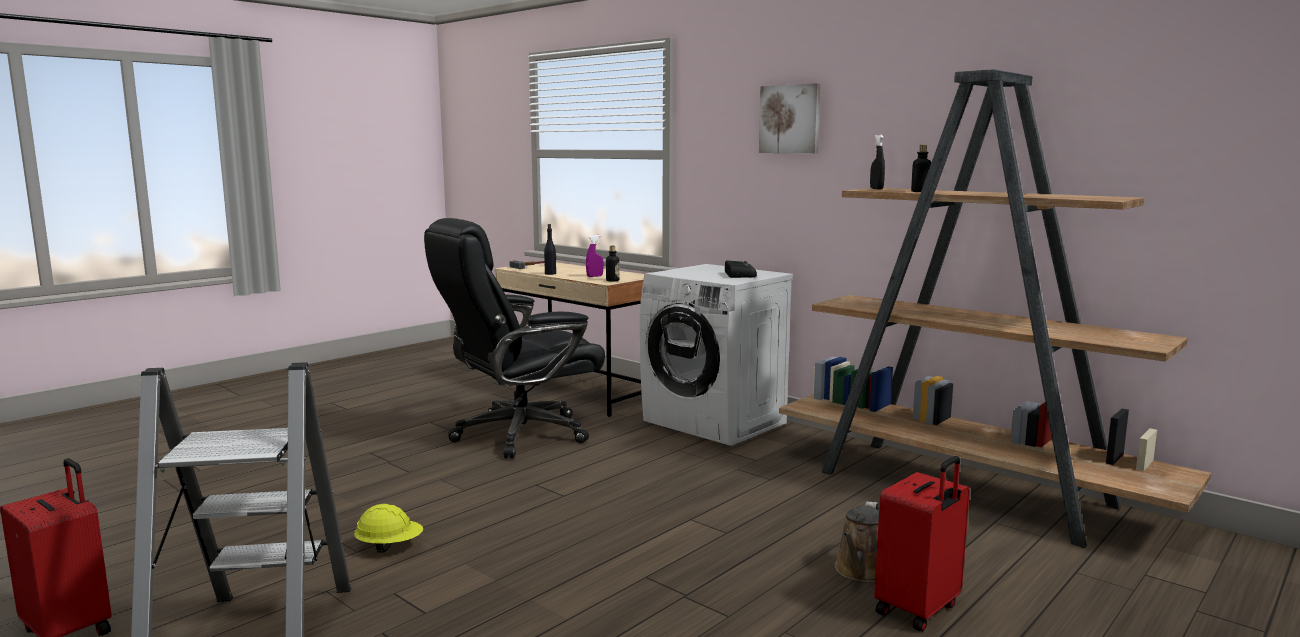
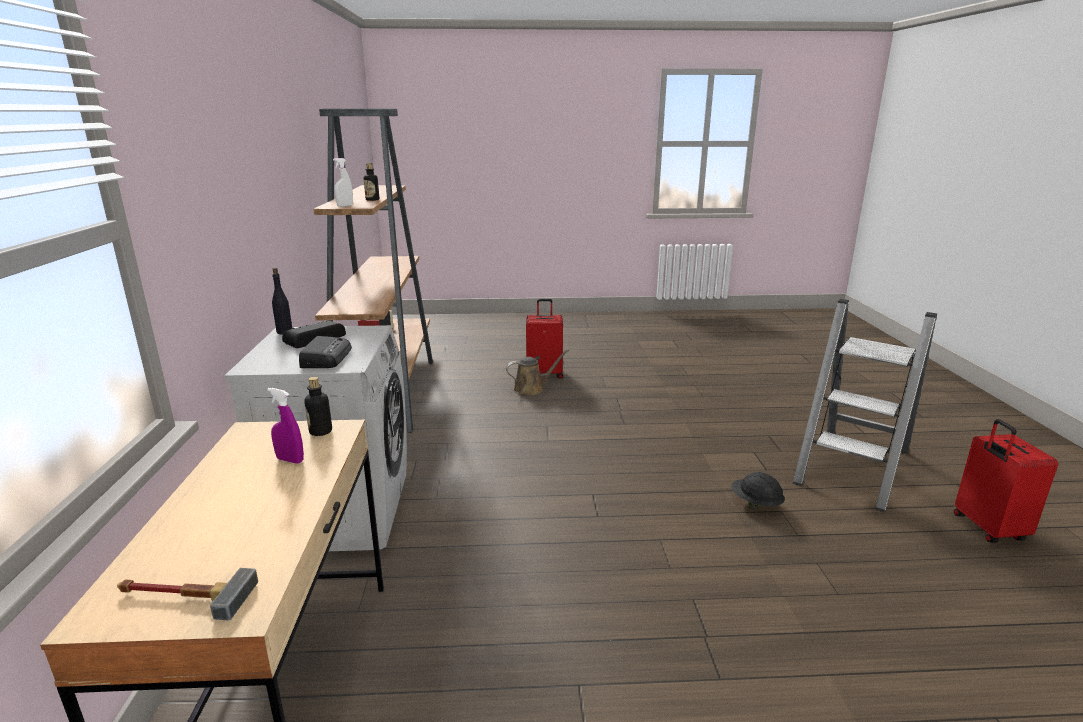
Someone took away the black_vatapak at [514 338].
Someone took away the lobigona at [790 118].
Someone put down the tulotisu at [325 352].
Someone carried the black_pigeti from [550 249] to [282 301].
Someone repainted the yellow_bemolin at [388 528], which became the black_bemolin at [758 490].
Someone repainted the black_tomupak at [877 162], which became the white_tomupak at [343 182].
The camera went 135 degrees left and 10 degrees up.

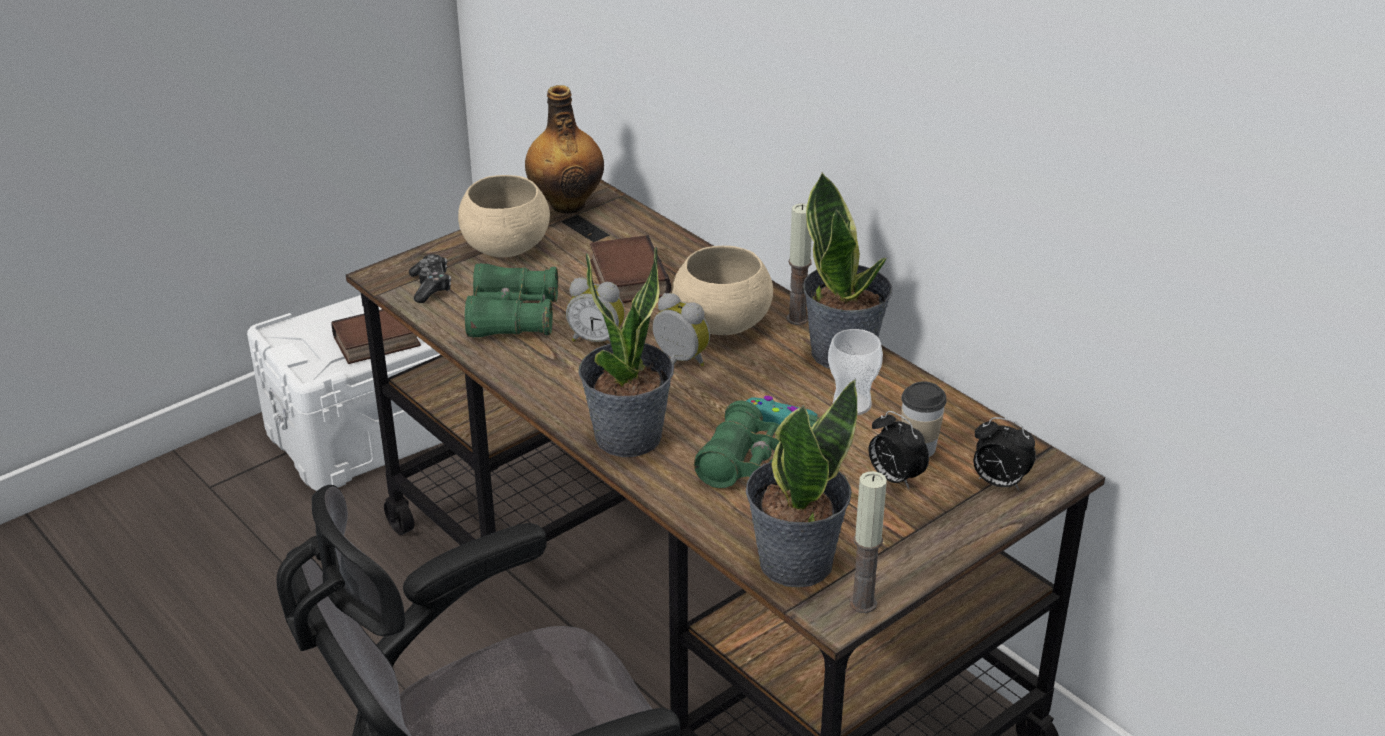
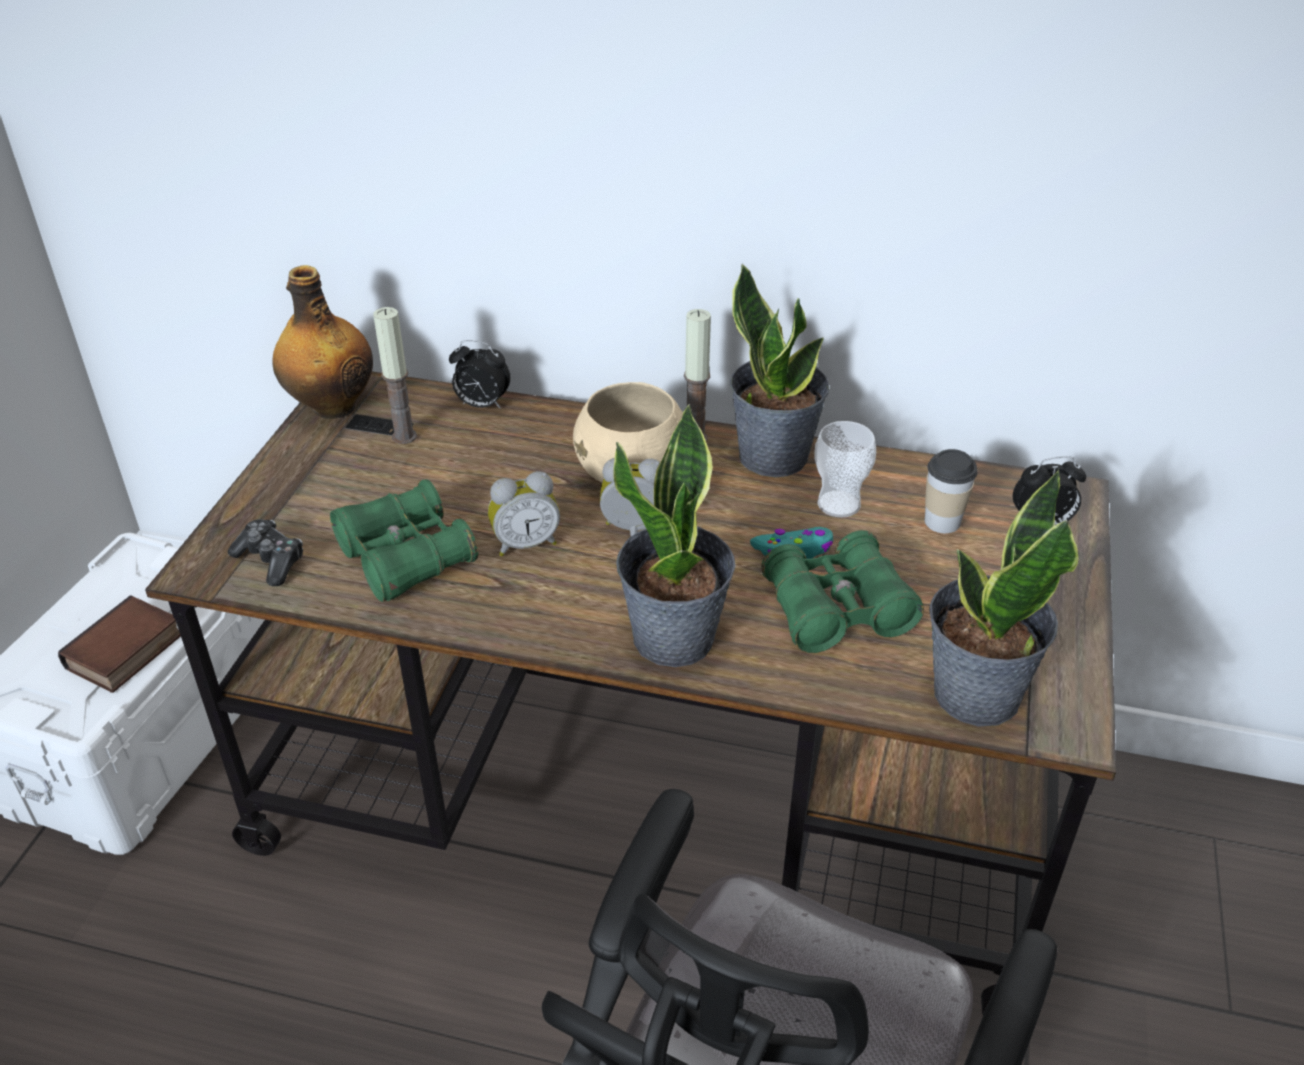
Someone took away the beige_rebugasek at [504 216].
Someone took away the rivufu at [630 269].
Someone carried the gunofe from [868 542] to [395 375].
Someone carried the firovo from [899 450] to [480 374].
The camera went 35 degrees left and 5 degrees up.

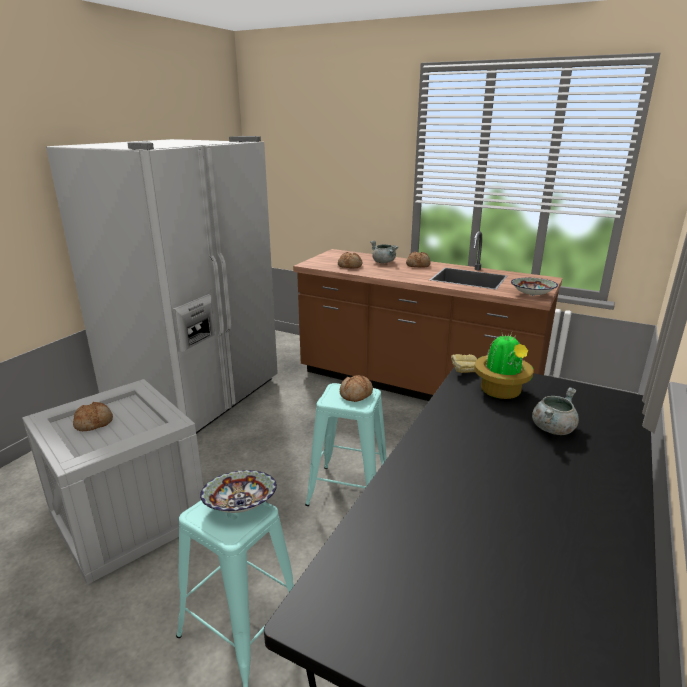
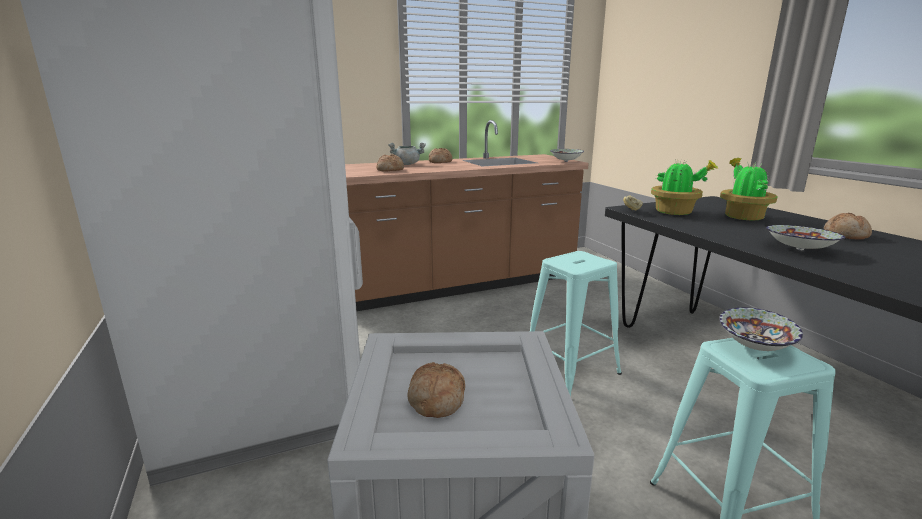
Someone put down the rebugasek at [805 237].
Someone carried the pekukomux from [356 388] to [848 226].
Someone swapped the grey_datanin at [555 411] for the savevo at [749 188].
The camera went 50 degrees left and 5 degrees down.

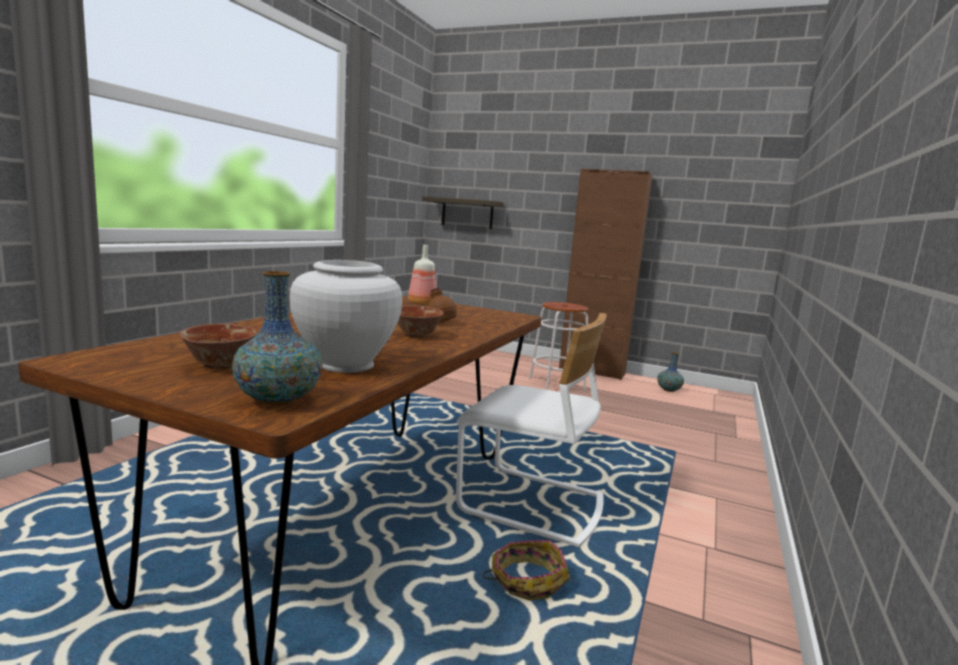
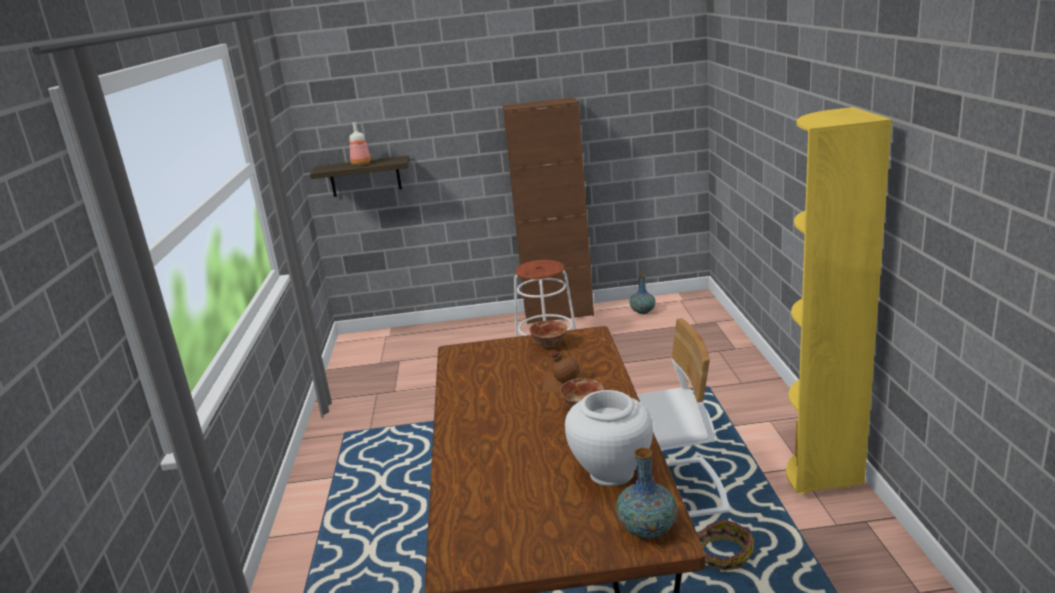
Someone put down the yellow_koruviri at [839 300].
Someone carried the rebugasek from [218 346] to [548 334].
Someone carried the pigeti from [422 275] to [360 143].
The camera went 25 degrees left and 10 degrees up.

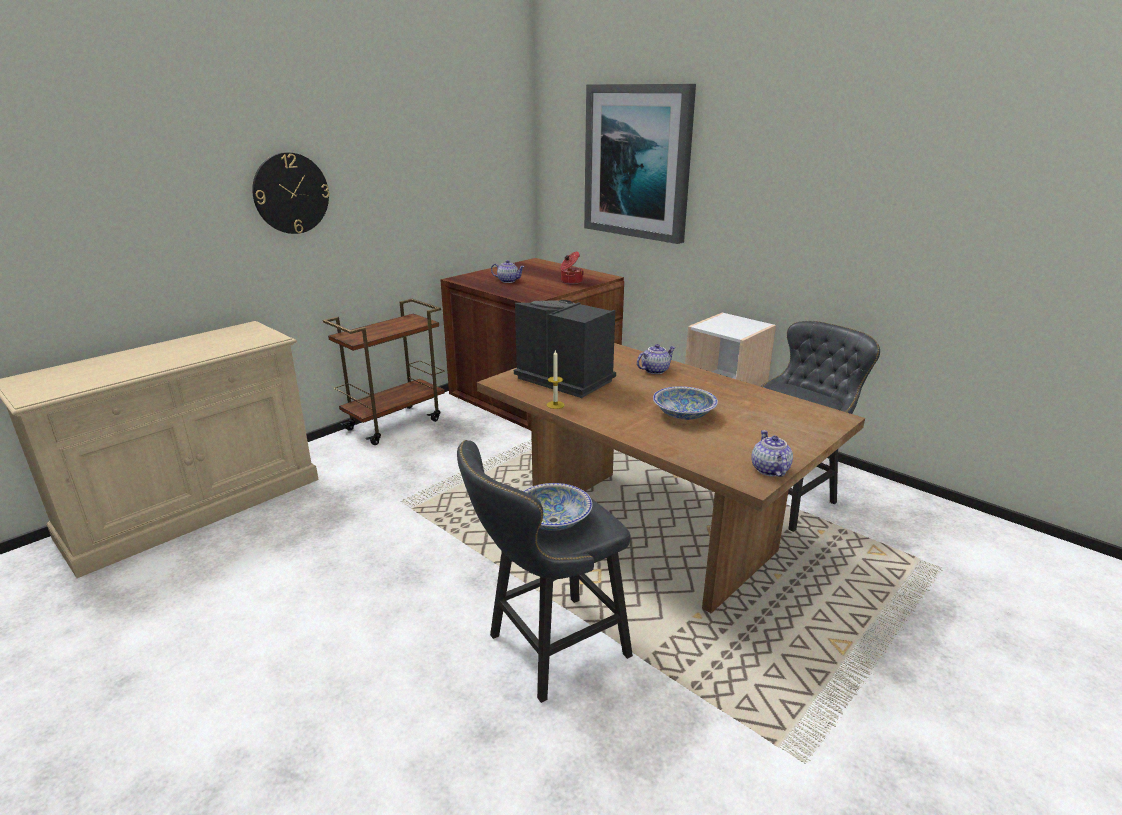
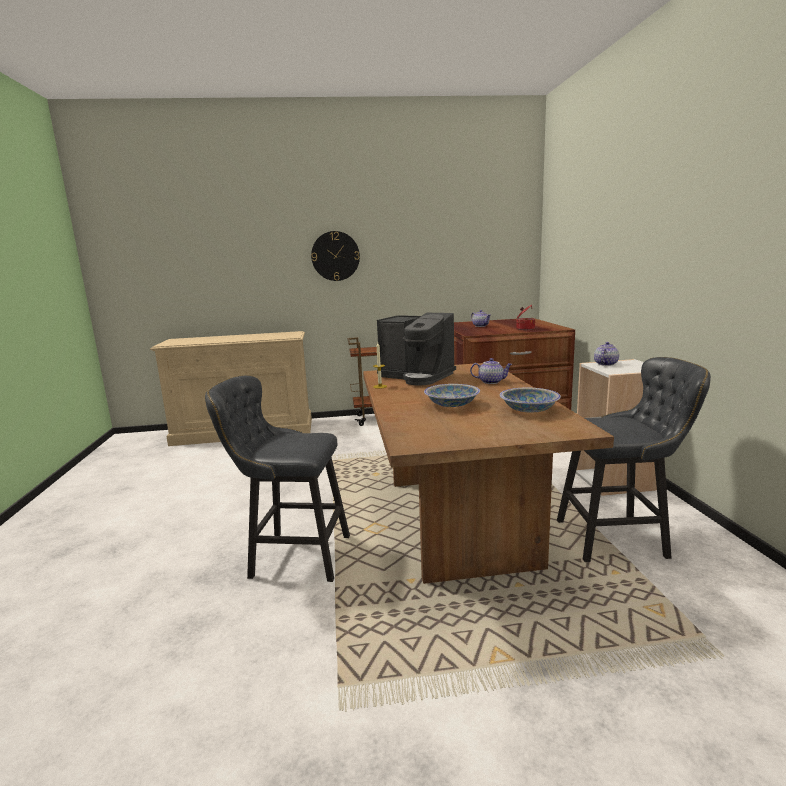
Someone took away the lobigona at [640 164].
Someone carried the rebugasek from [558 507] to [530 400].
Someone carried the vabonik from [772 453] to [606 354].
Someone rotated the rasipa at [565 349] by 135 degrees clockwise.
The camera went 40 degrees right and 10 degrees down.

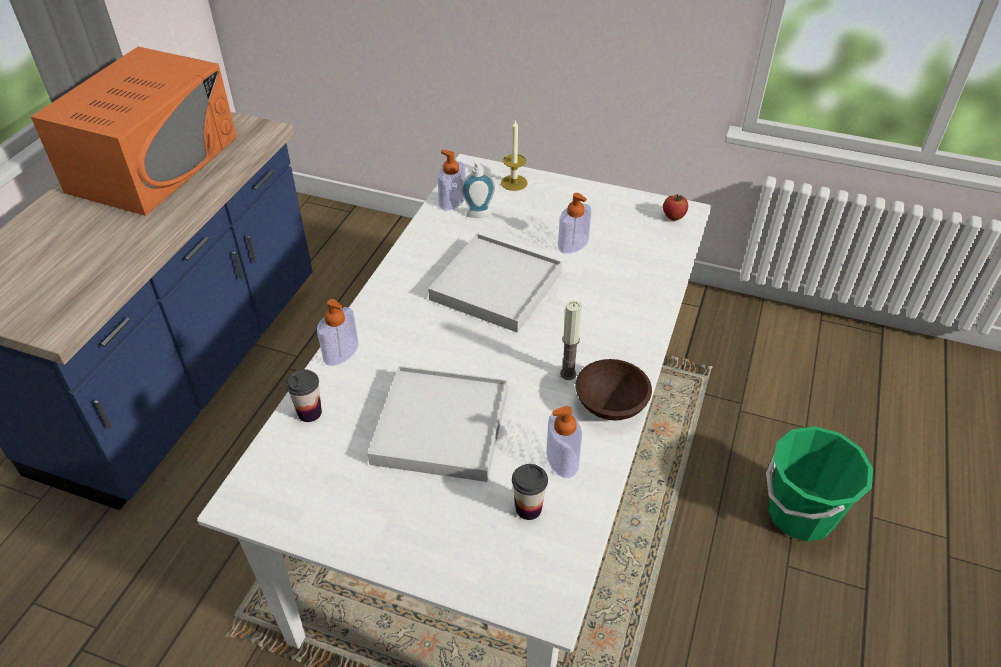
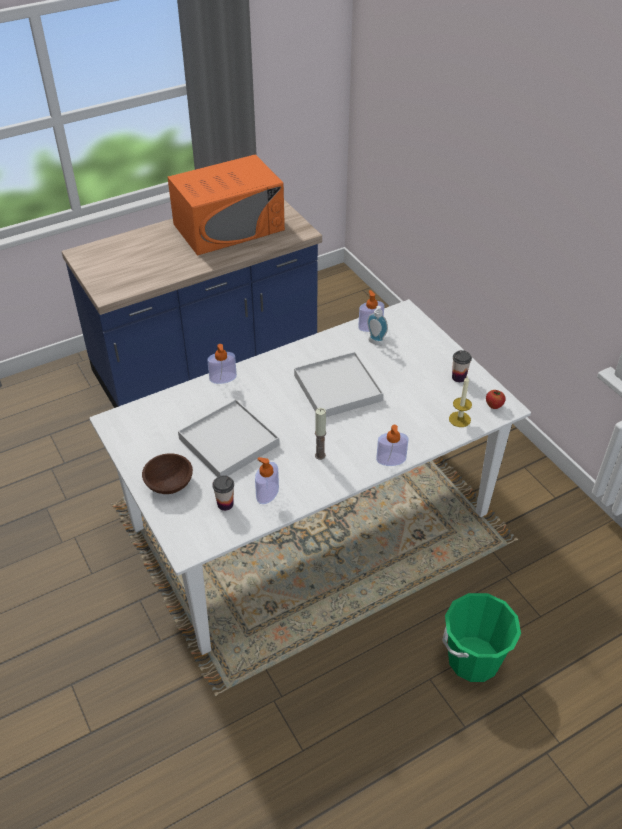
Someone carried the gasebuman from [304 395] to [462 366].
Someone carried the gunofe from [514 155] to [460 401].
Someone carried the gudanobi from [574 223] to [392 445].
Someone carried the brown_rebugasek from [613 390] to [167 473].
The camera went 40 degrees right and 0 degrees up.

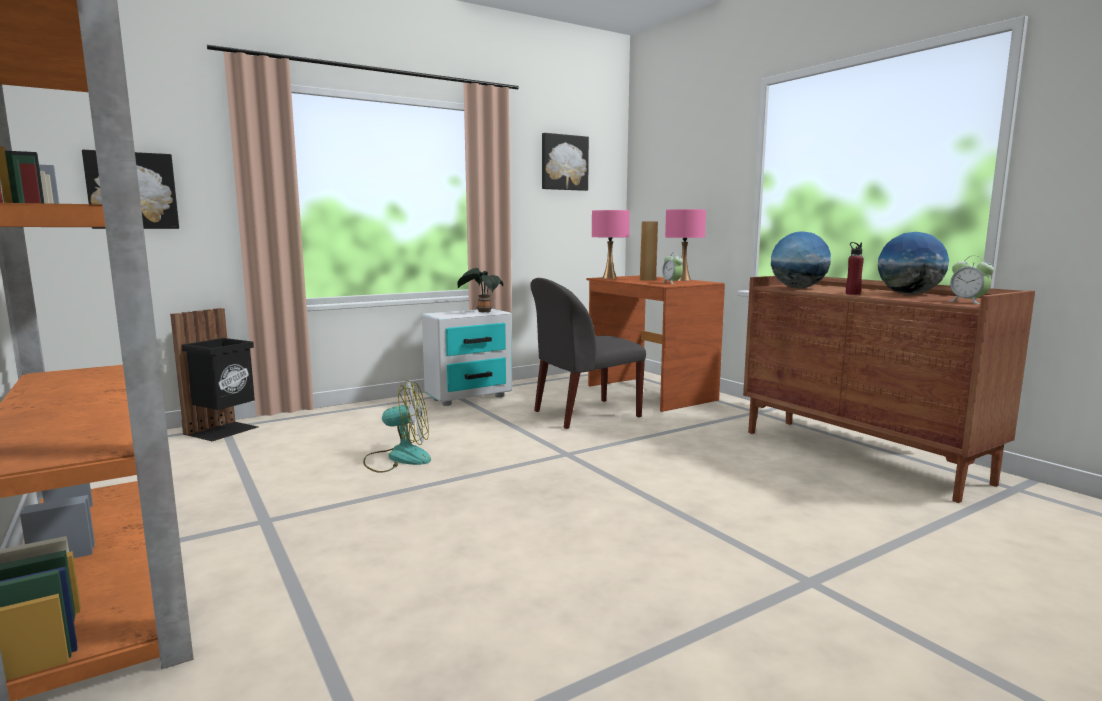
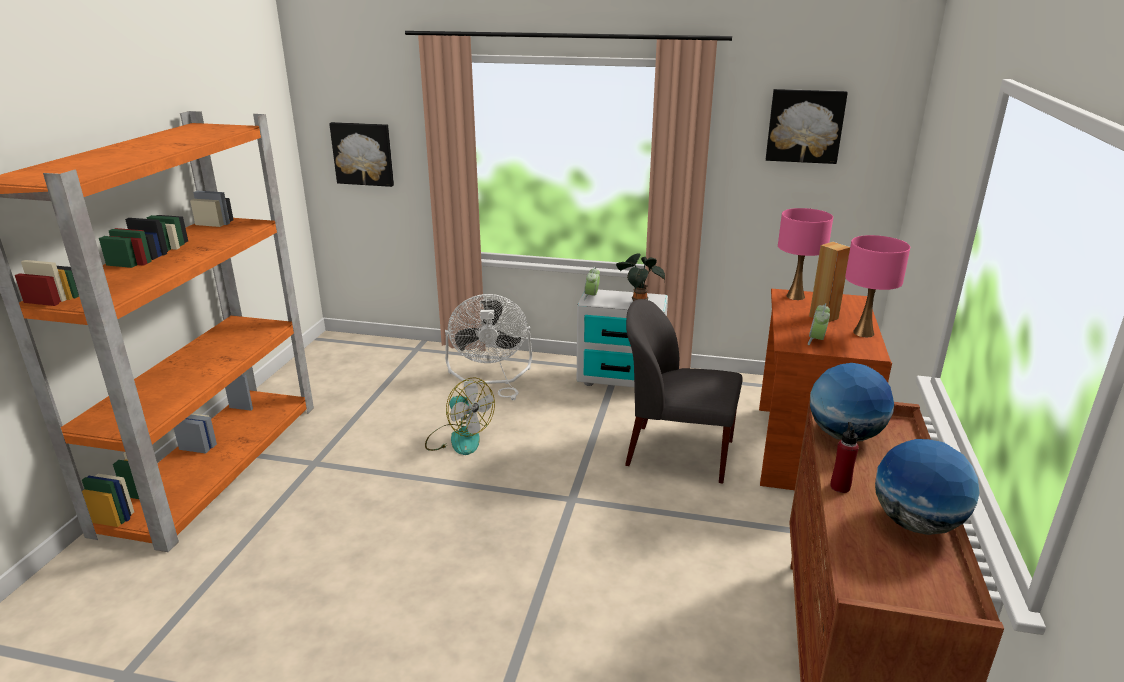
Someone took away the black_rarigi at [214 374].
Someone put down the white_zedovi at [488 347].
Someone carried the firovo from [972 280] to [592 283].
The camera went 45 degrees right and 15 degrees up.

